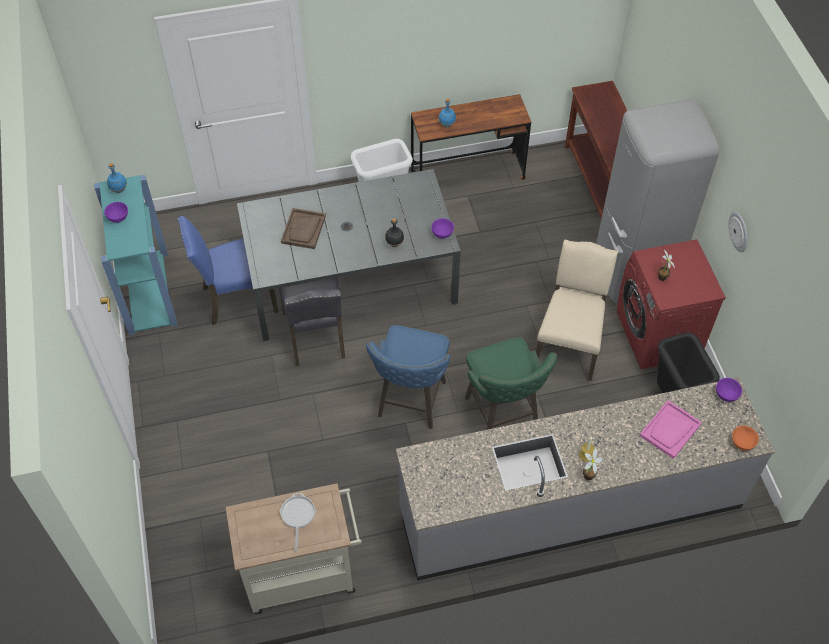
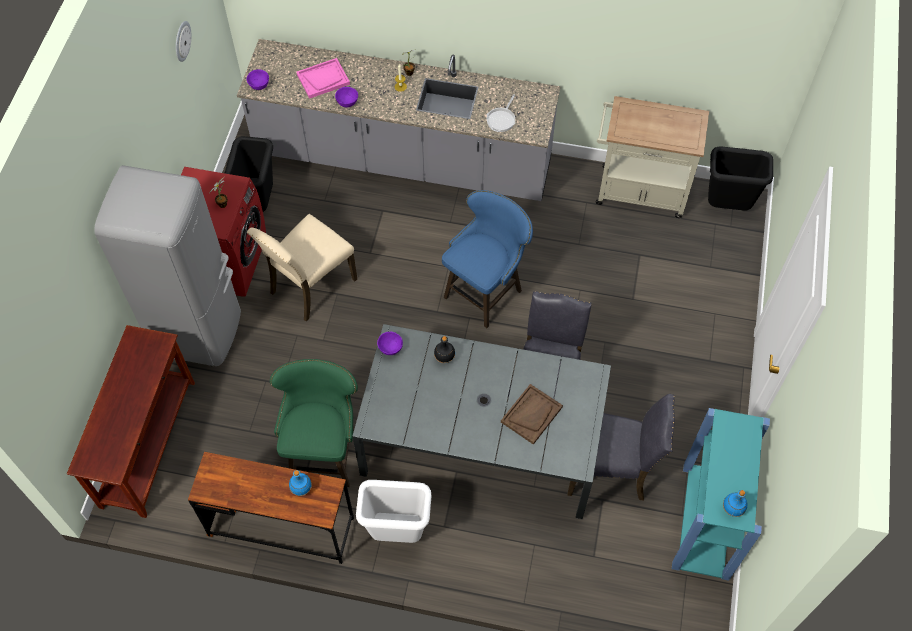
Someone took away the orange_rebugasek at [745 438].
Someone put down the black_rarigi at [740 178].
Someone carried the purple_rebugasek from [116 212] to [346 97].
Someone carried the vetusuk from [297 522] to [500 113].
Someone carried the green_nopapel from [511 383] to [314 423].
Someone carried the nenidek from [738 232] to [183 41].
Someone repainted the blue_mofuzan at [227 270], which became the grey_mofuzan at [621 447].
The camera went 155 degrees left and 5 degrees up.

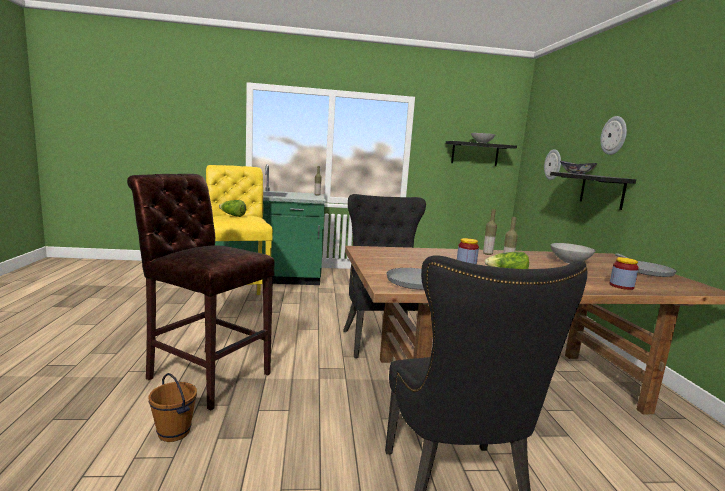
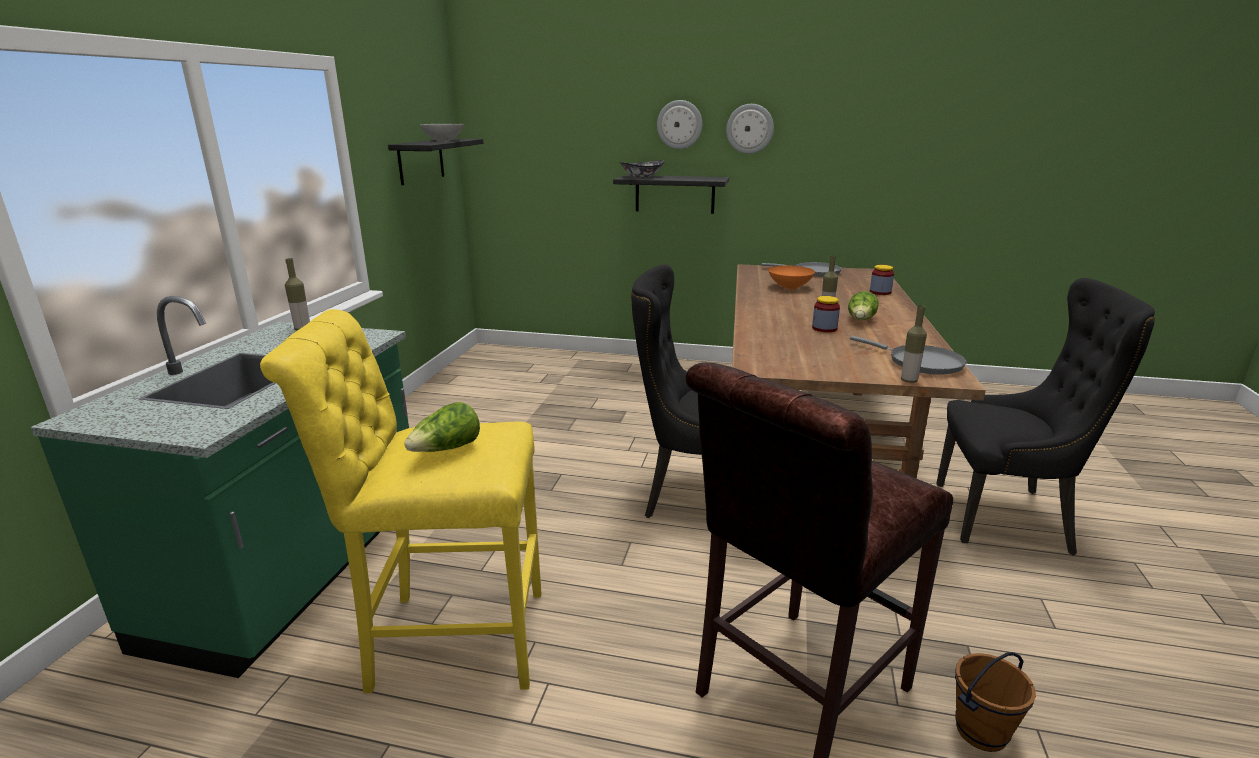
Someone carried the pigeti from [490 232] to [914 344].
Someone carried the nenidek from [552 164] to [750 129].
Someone repainted the grey_rebugasek at [573 253], which became the orange_rebugasek at [792 277].
The camera went 70 degrees left and 10 degrees up.

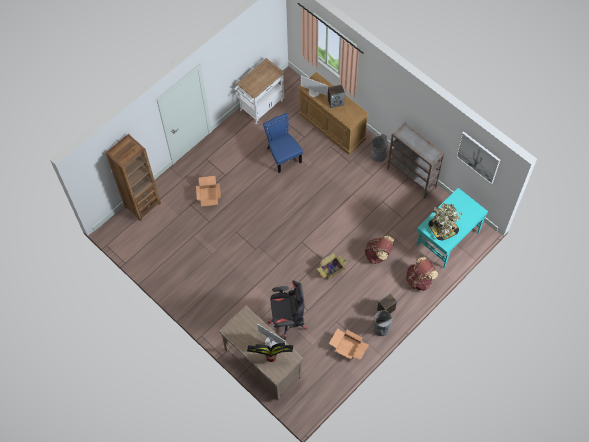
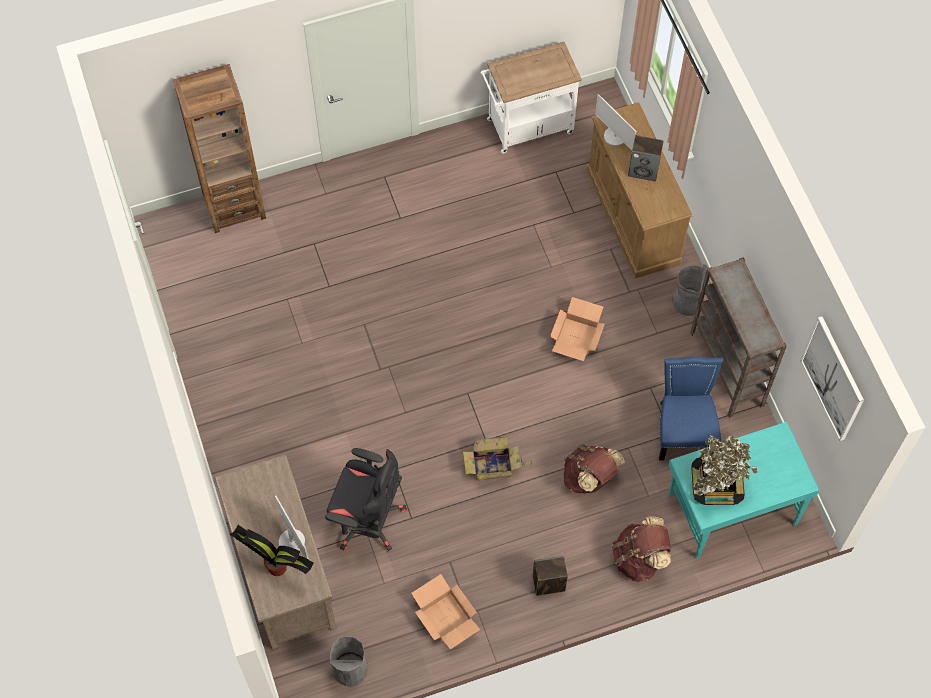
Someone carried the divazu from [208 191] to [577 329].
Someone carried the blue_mofuzan from [283 143] to [691 408].
Someone carried the grey_rarigi from [383 323] to [348 661].
The camera went 25 degrees right and 0 degrees up.

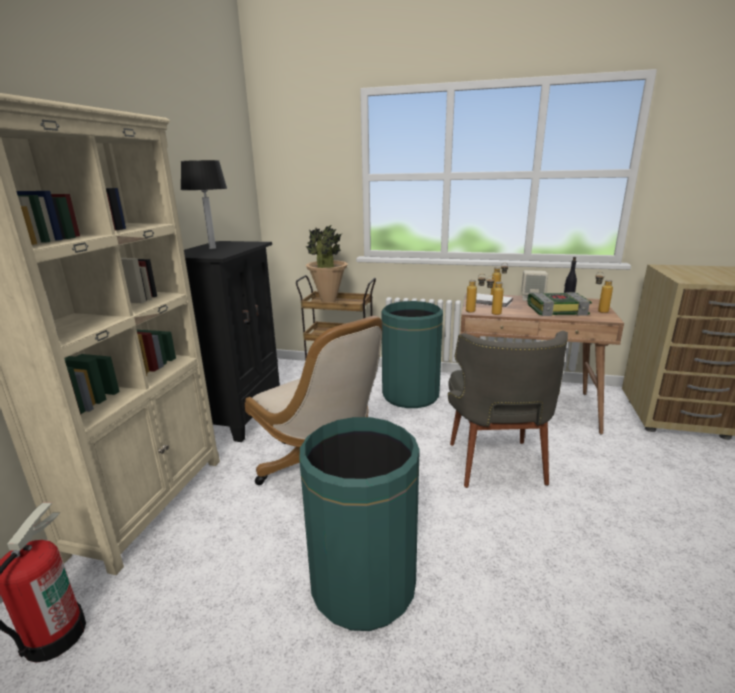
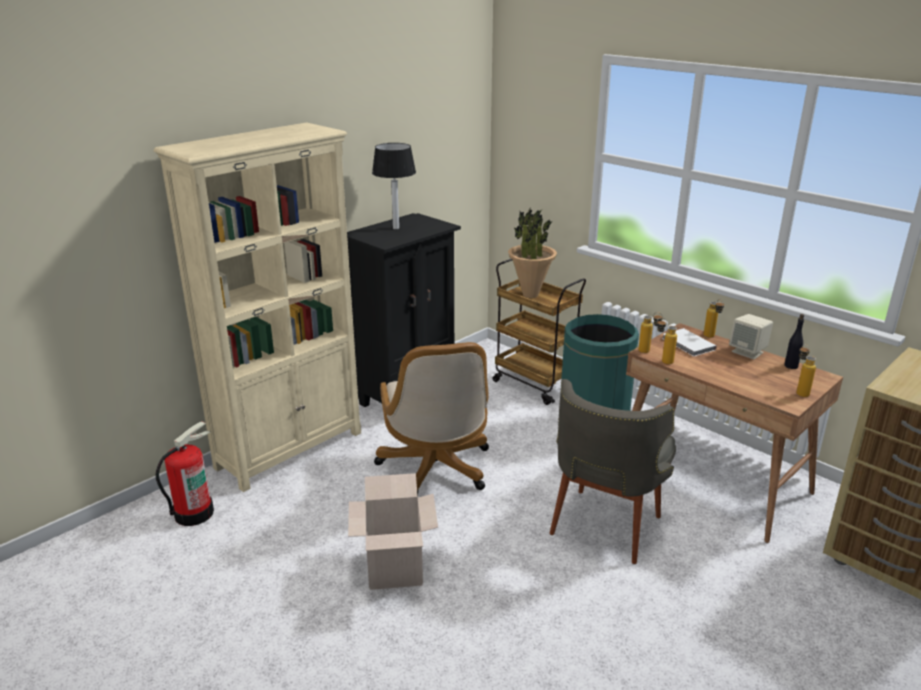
Someone took away the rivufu at [560 304].
Someone swapped the green_rarigi at [359 524] for the divazu at [393 531].
The camera went 30 degrees right and 5 degrees up.

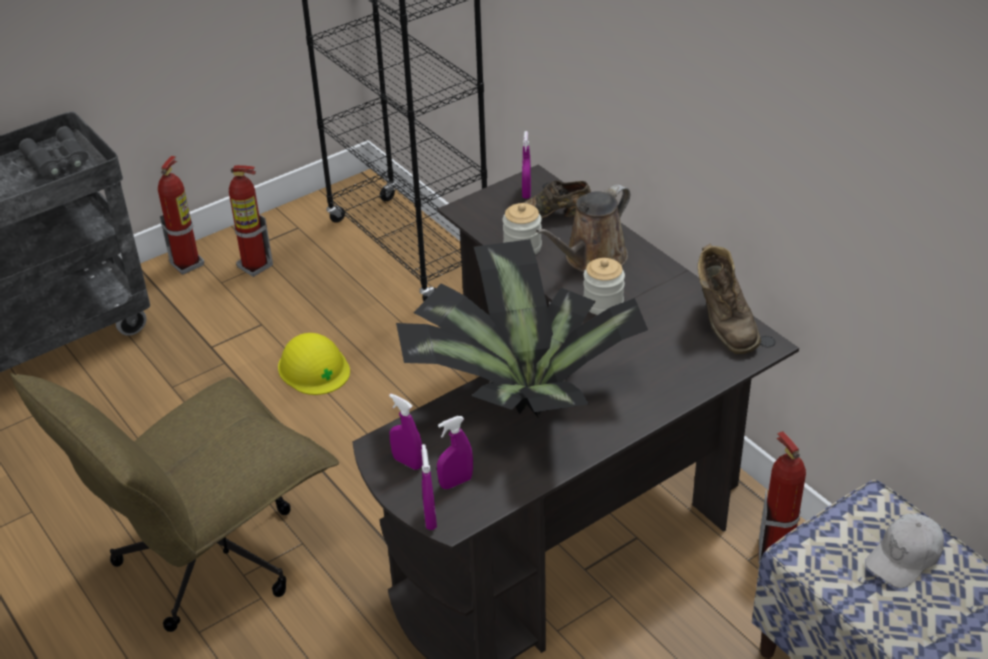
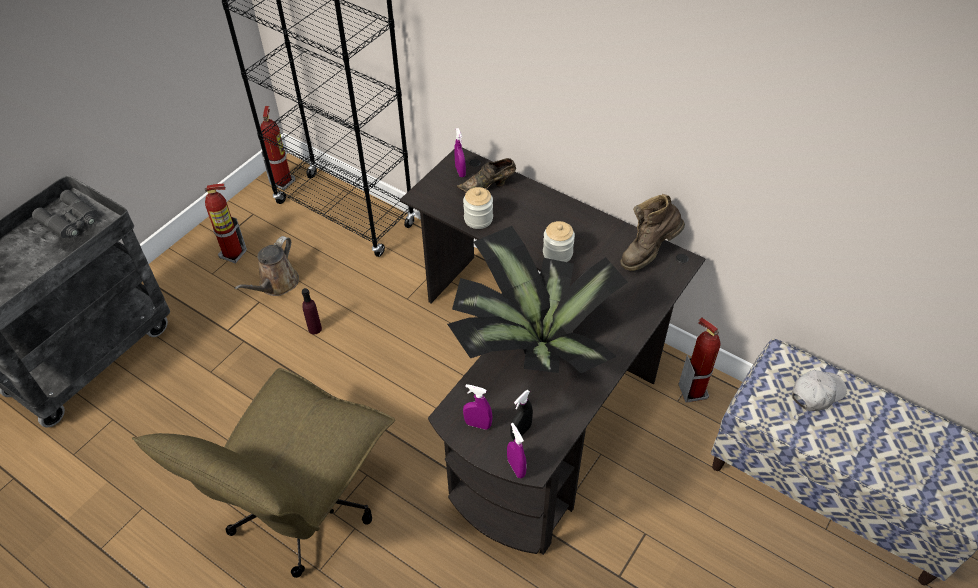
Someone carried the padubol from [181 215] to [278 148].
Someone carried the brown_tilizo from [583 228] to [267 266].
Someone swapped the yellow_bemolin at [314 364] for the purple_pigeti at [312 311].
Someone repainted the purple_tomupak at [455 452], which became the black_tomupak at [521 415].
Someone rotated the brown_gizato at [729 299] by 90 degrees clockwise.
Someone rotated the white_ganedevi at [904 551] by 150 degrees counterclockwise.
The camera went 20 degrees left and 10 degrees up.

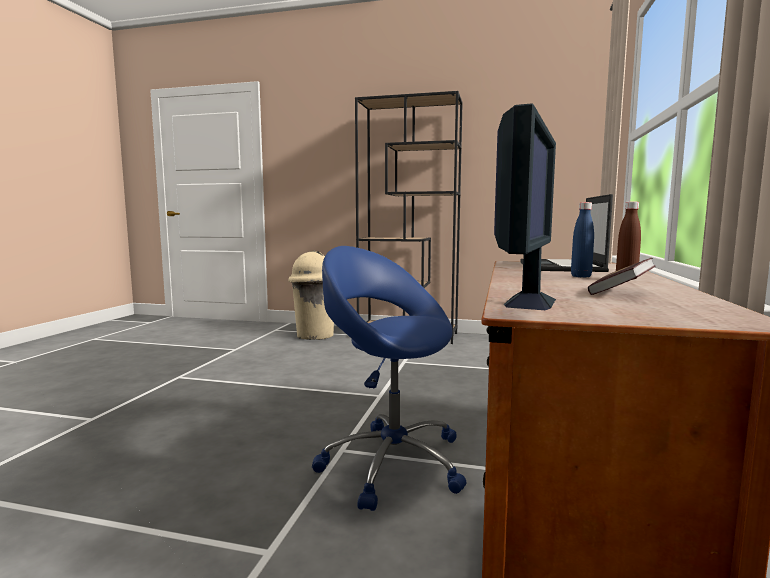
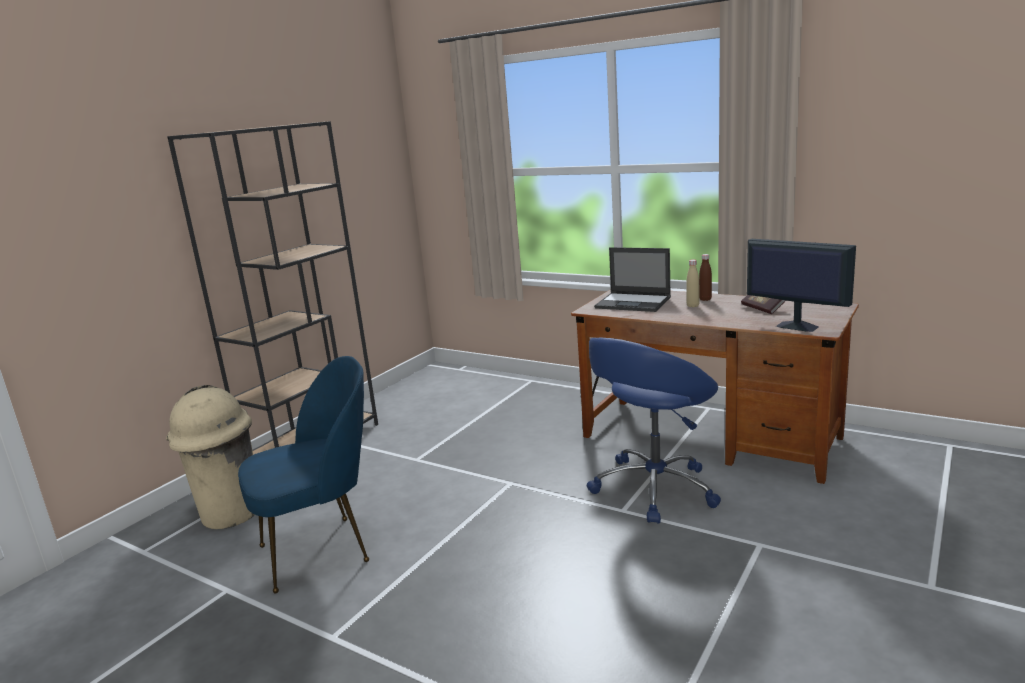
Someone put down the blue_mofuzan at [303 475].
Someone repainted the blue_pigeti at [582 239], which became the beige_pigeti at [693 283].
The camera went 70 degrees left and 10 degrees up.

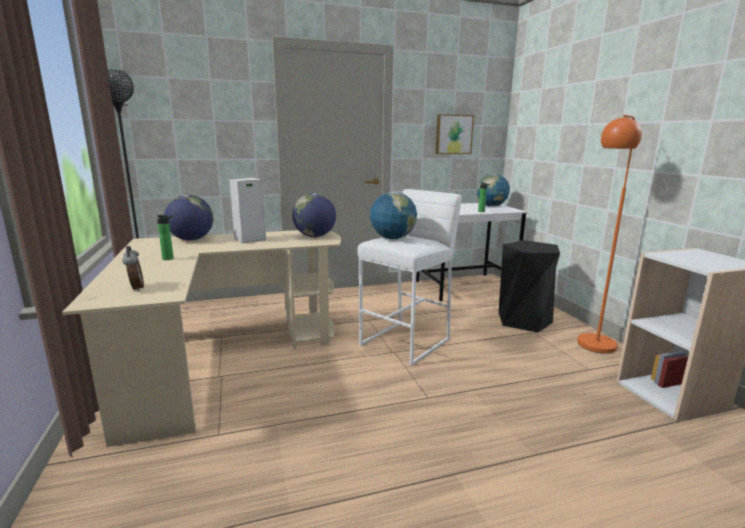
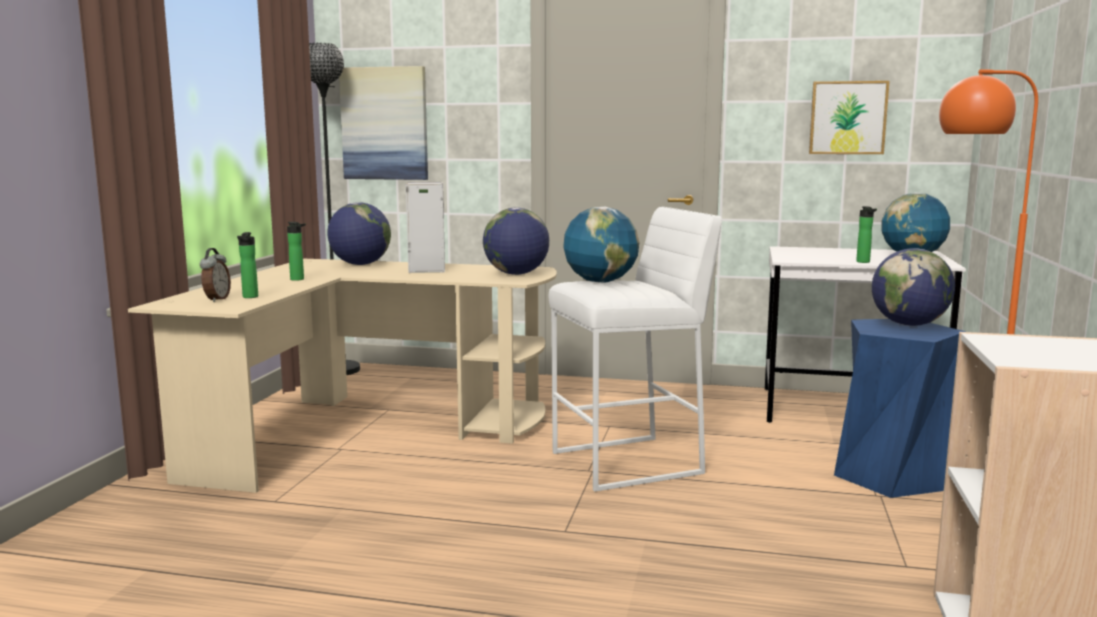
Someone put down the pigeti at [247 265].
Someone put up the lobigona at [383 123].
Someone put down the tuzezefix at [913 287].
Someone repainted the black_nopapel at [529 286], which became the blue_nopapel at [900 408].
The camera went 30 degrees right and 5 degrees down.

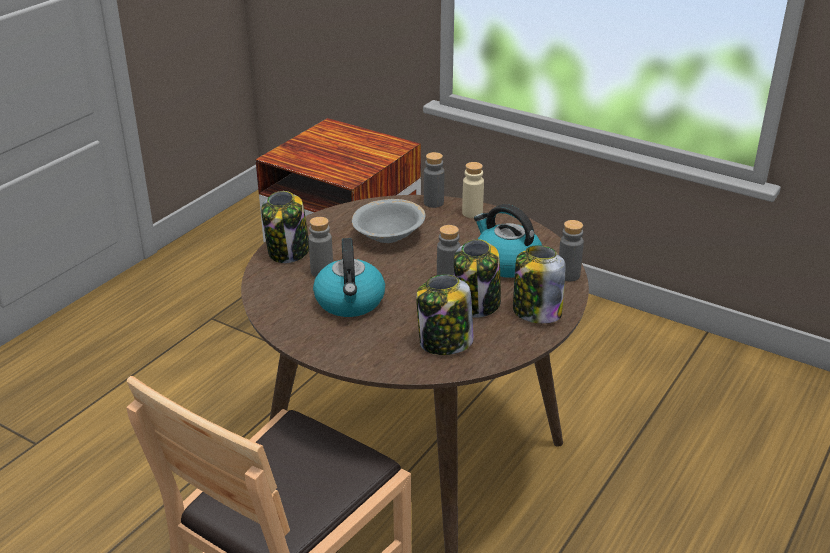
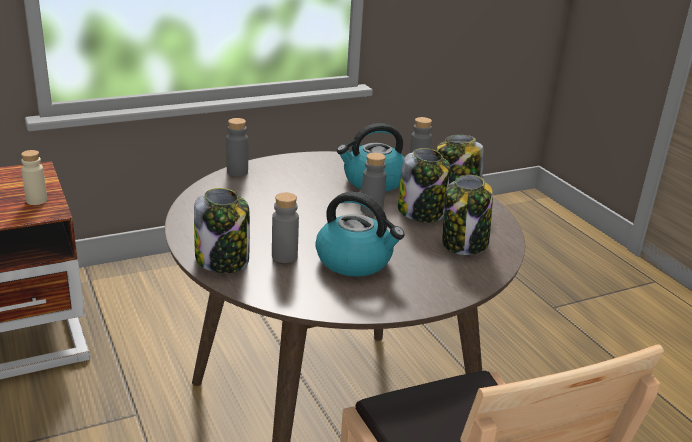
Someone took away the grey_rebugasek at [389 221].
Someone carried the beige_pigeti from [473 190] to [34 177].
The camera went 60 degrees left and 5 degrees down.

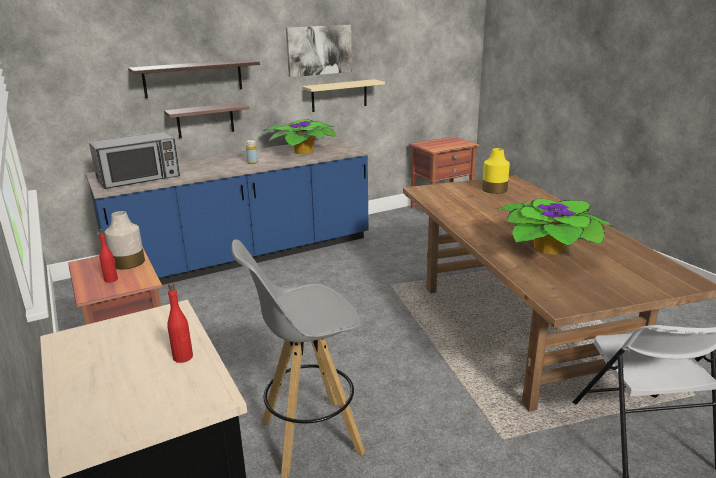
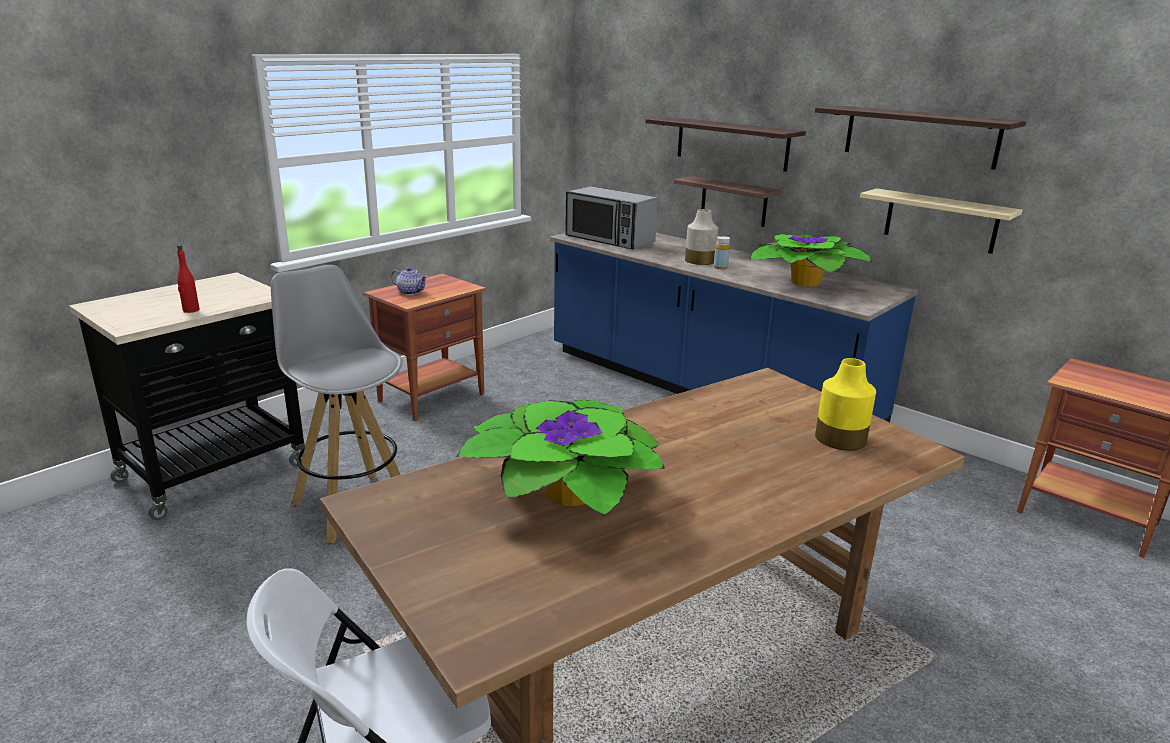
Someone carried the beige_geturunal from [125 240] to [702 237].
Someone swapped the red_pigeti at [108 256] for the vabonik at [409 281].
Someone swapped the lobigona at [319 51] for the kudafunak at [921 137].
The camera went 70 degrees right and 0 degrees up.

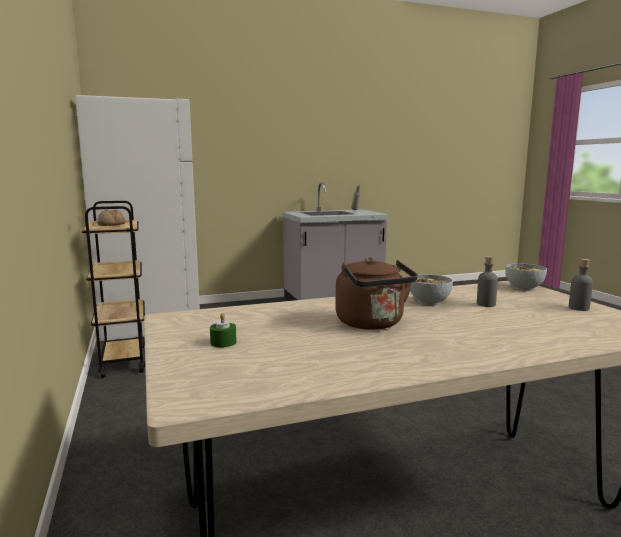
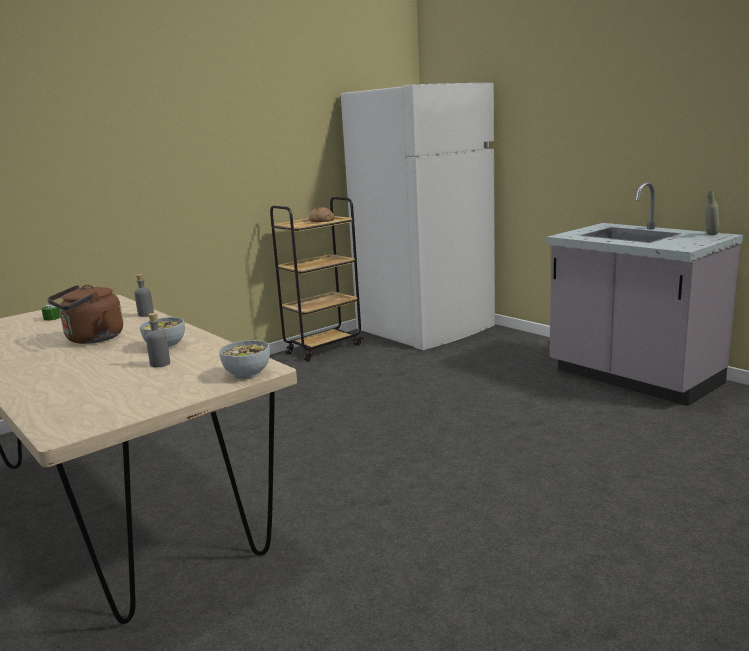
Someone carried the grey_pigeti from [581 285] to [144 295].
The camera went 70 degrees right and 5 degrees up.

